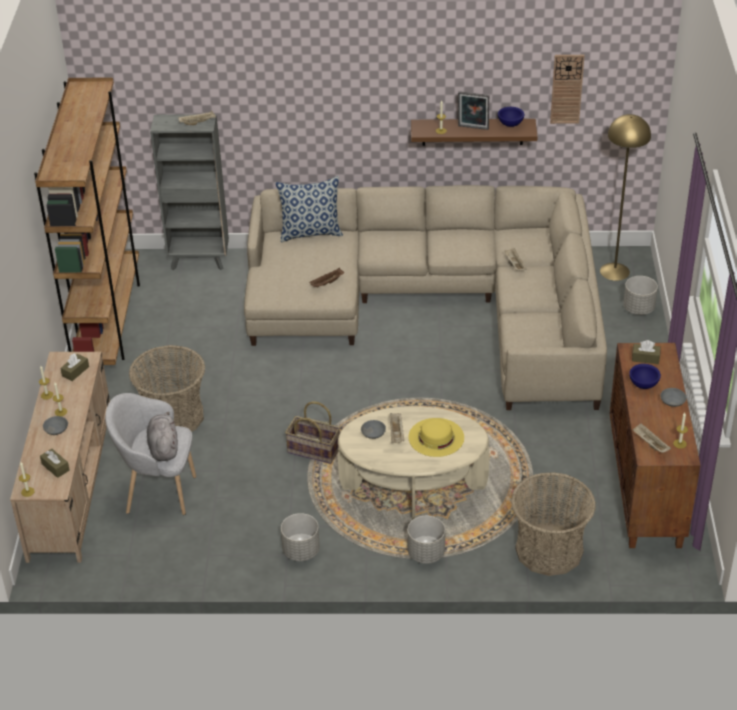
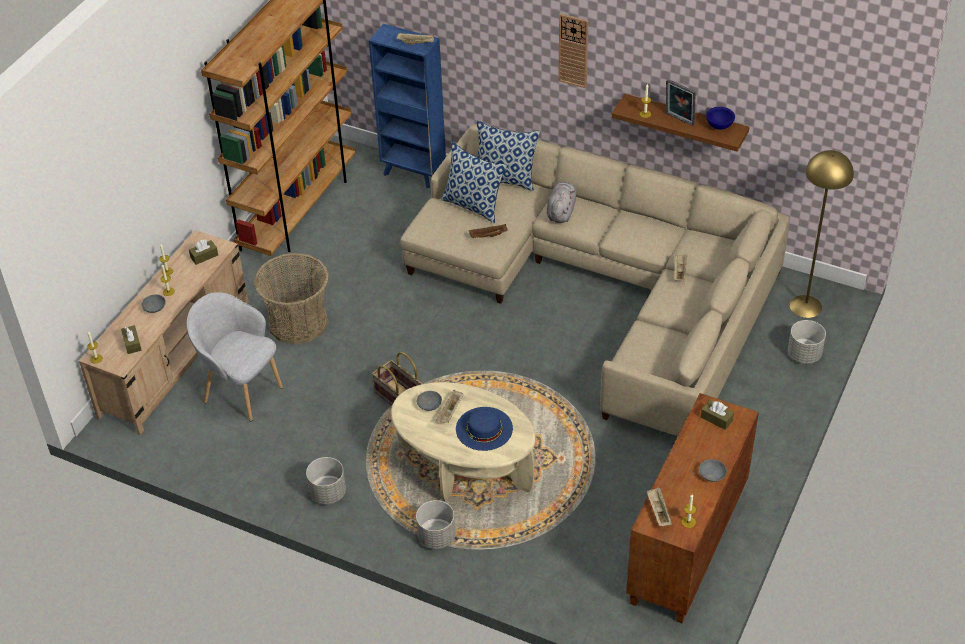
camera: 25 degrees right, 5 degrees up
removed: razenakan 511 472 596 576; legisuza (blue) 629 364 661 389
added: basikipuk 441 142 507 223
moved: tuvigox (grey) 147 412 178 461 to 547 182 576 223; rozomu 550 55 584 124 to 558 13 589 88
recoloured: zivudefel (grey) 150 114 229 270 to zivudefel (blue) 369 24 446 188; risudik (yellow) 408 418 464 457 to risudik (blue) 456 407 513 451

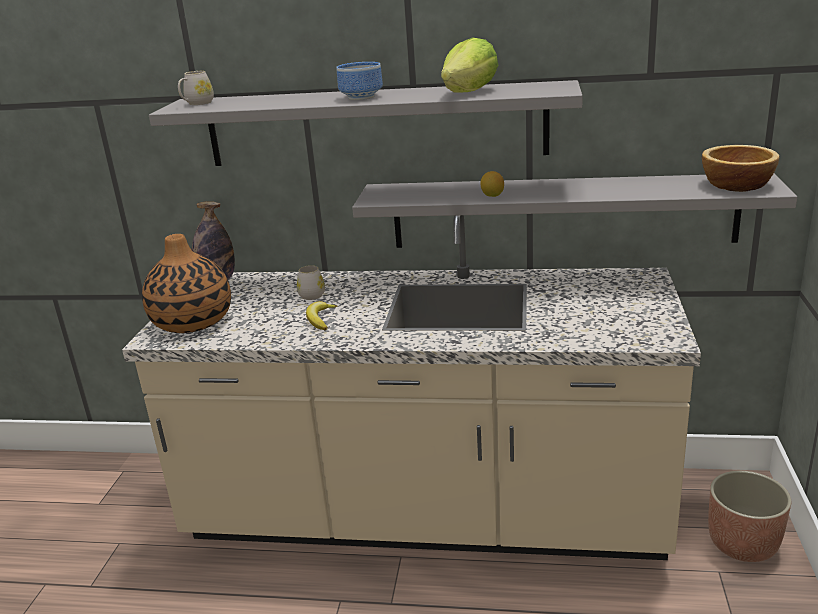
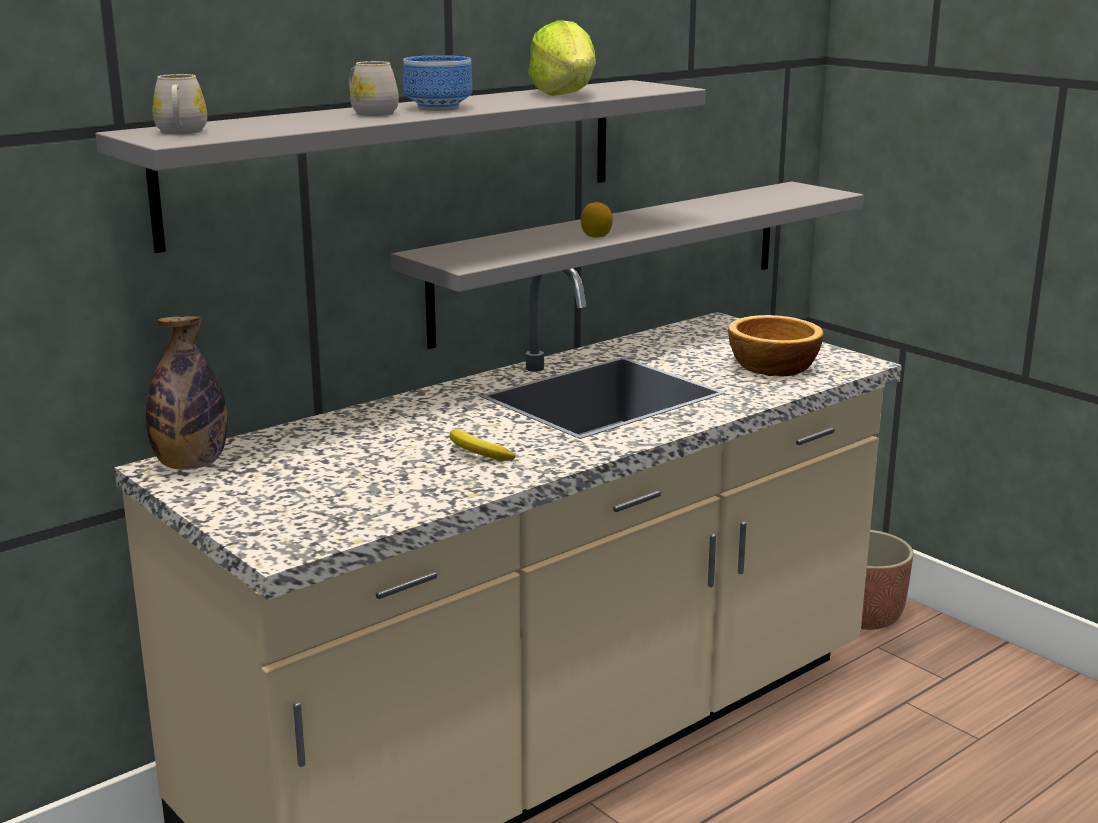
camera: 50 degrees left, 5 degrees down
removed: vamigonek 142 234 231 333
moved: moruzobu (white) 297 265 325 300 to 349 61 399 116; legisuza 702 145 779 192 to 728 315 824 377

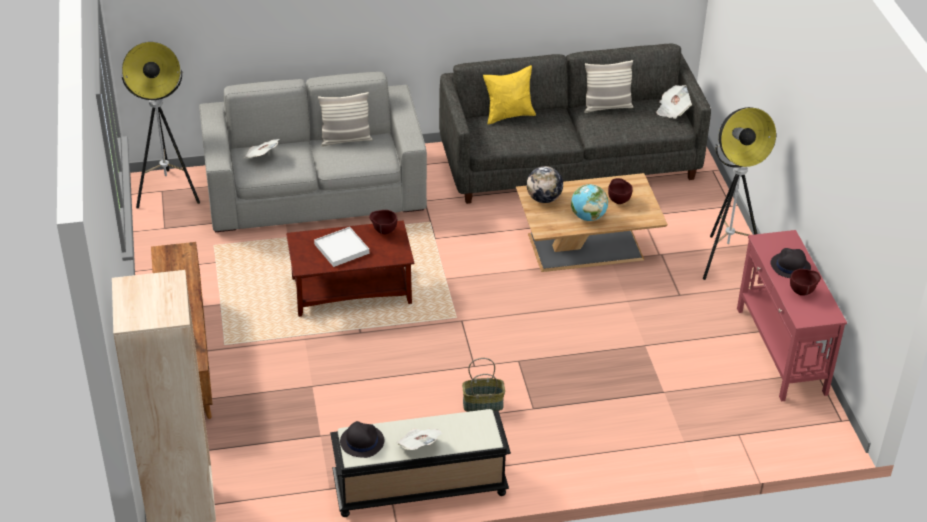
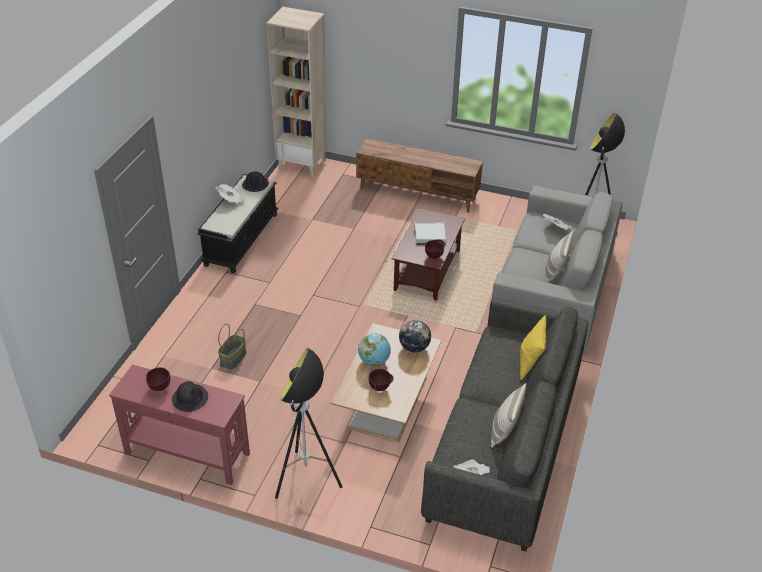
camera: 120 degrees right, 0 degrees up
moved: razenakan 462 358 505 412 to 218 324 246 370

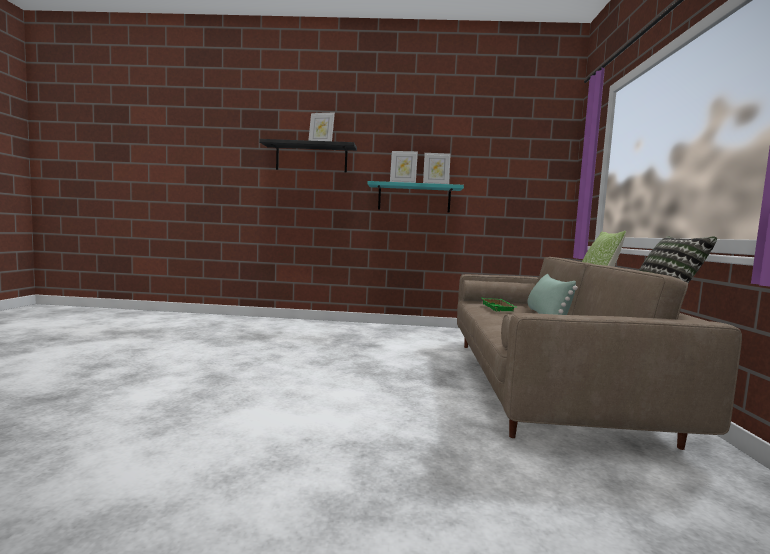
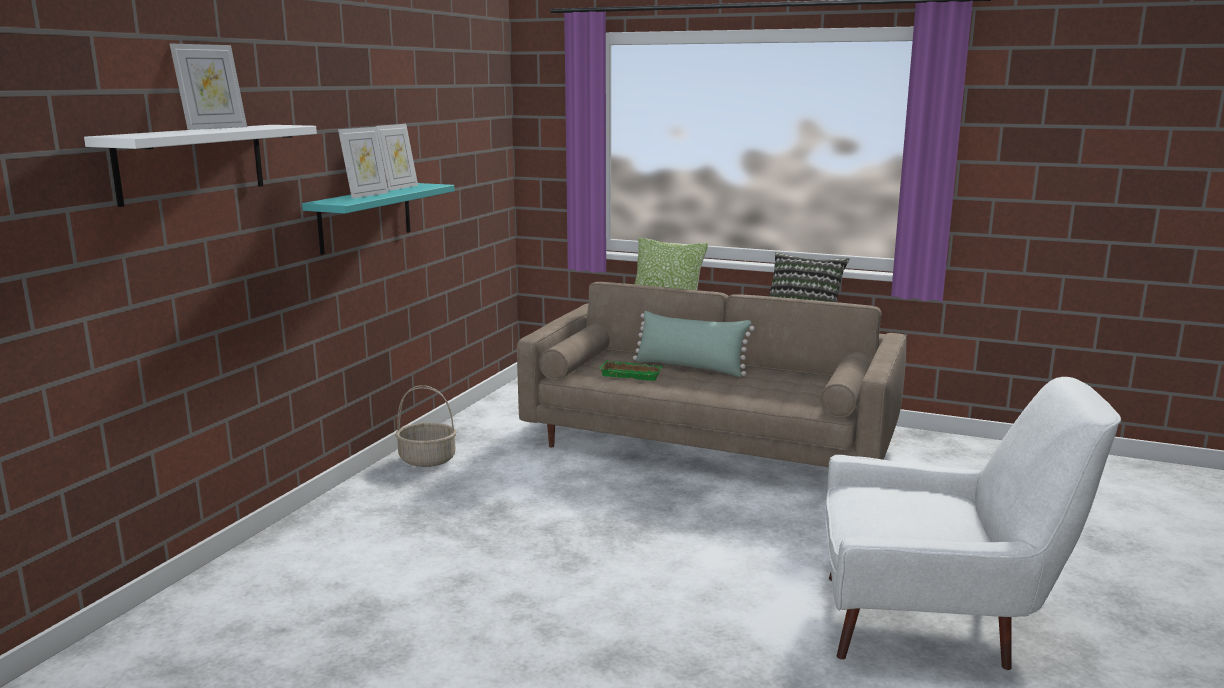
camera: 70 degrees left, 10 degrees up
added: razenakan 395 385 457 467; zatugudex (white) 825 377 1121 670
recoloured: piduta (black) 259 139 357 173 to piduta (white) 84 125 317 207

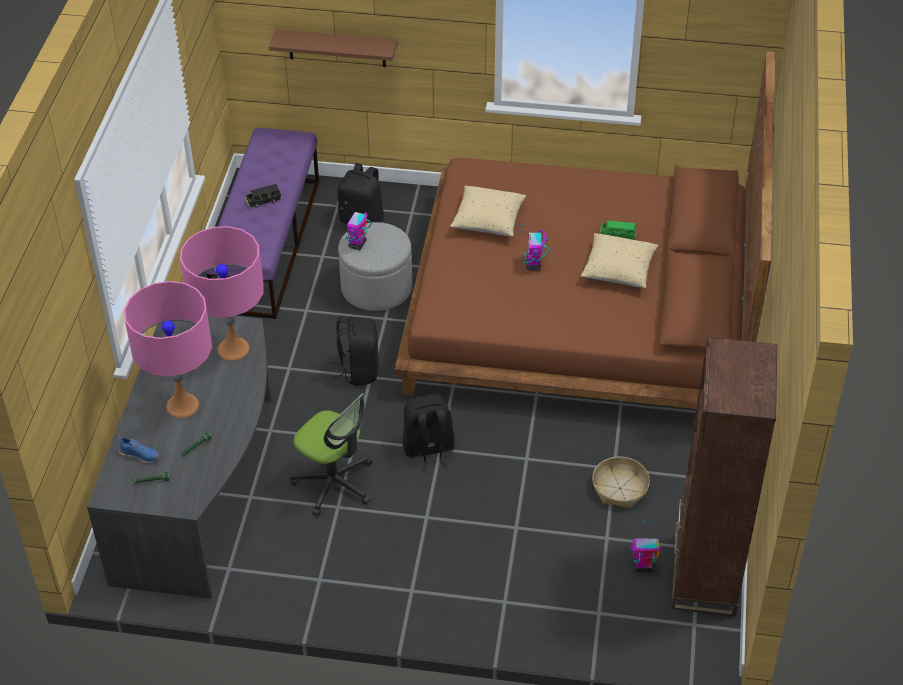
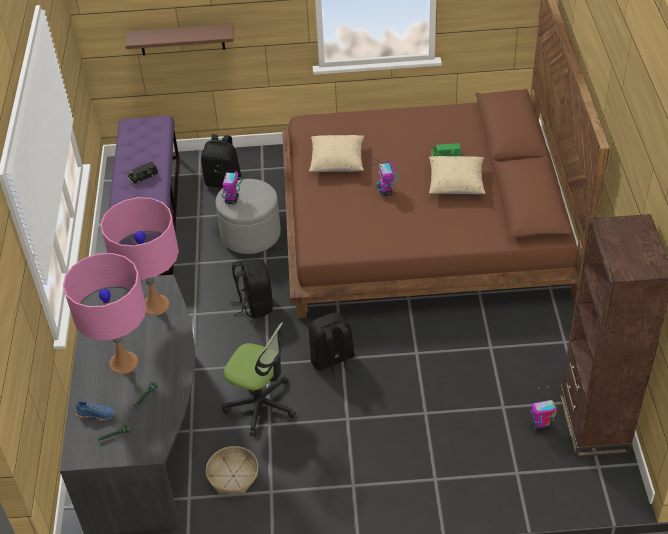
camera: 10 degrees left, 0 degrees up
moved: razenakan 592 457 650 508 to 206 446 258 494

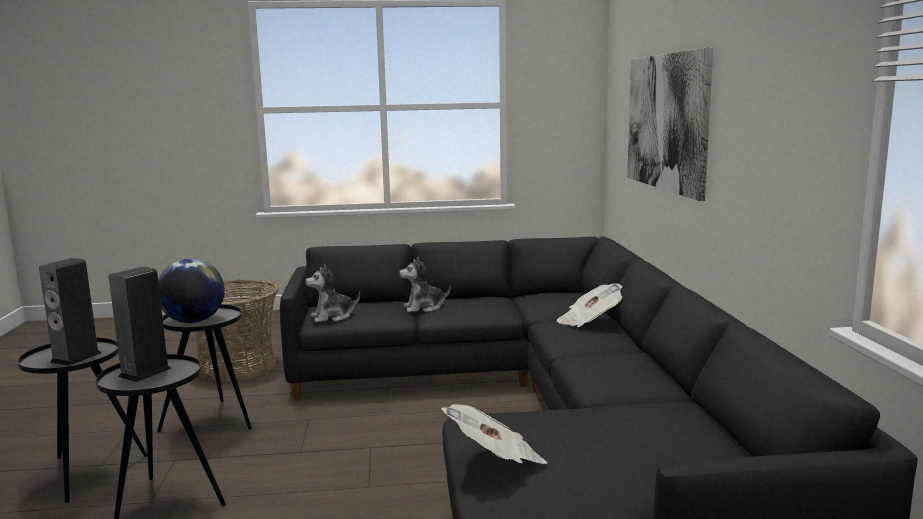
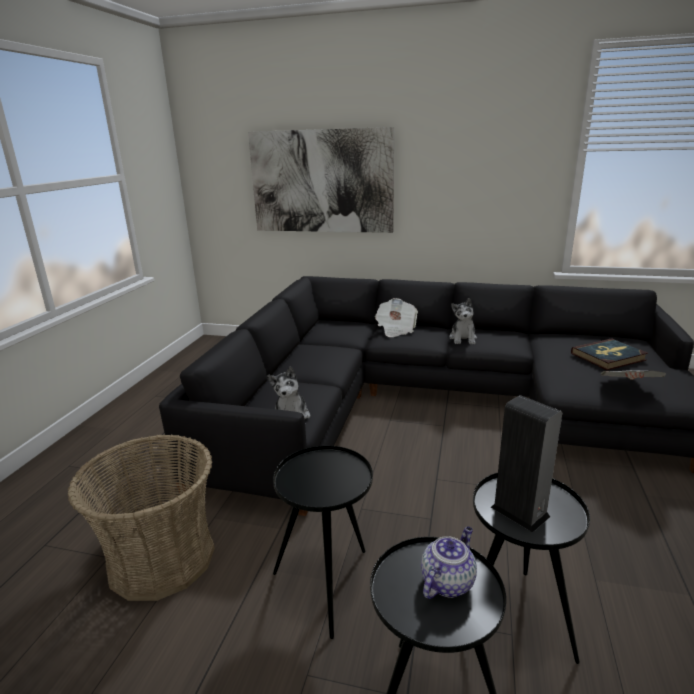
camera: 70 degrees left, 10 degrees up
removed: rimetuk 158 258 225 323
added: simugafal 571 338 648 370
moved: tuvigox 399 256 451 312 to 449 298 477 344
replaced: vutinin 39 258 101 366 to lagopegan 421 527 477 599

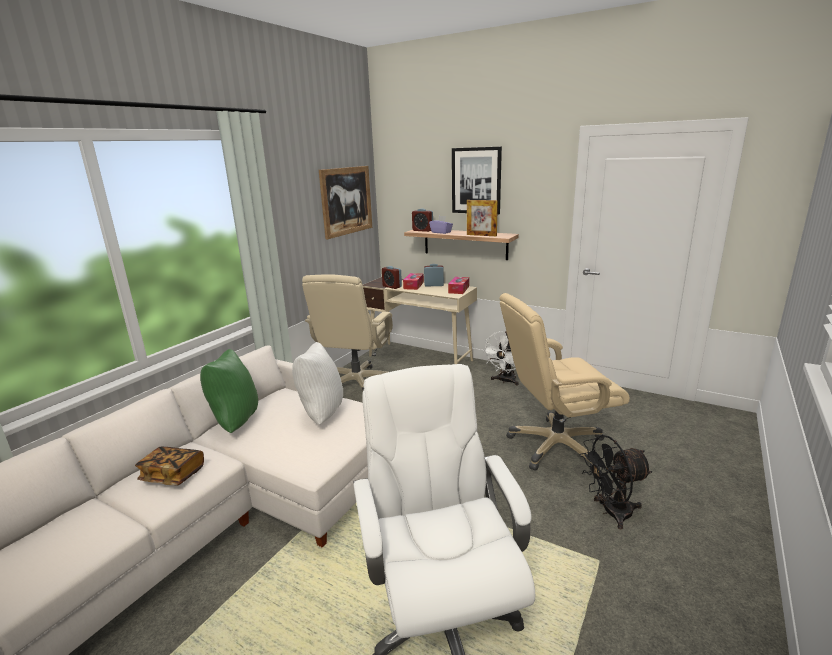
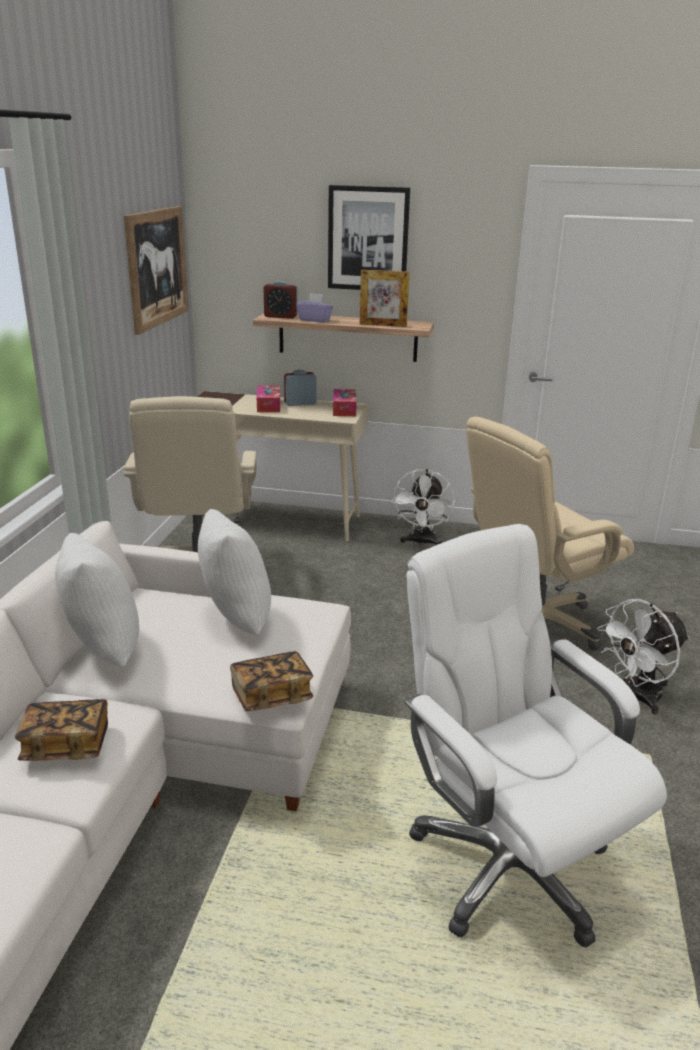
camera: 20 degrees left, 5 degrees up
removed: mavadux 382 266 402 289
added: simugafal 230 651 313 711
recoloured: basikipuk (green) 200 349 258 433 to basikipuk (white) 55 533 139 667; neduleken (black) 580 435 653 530 to neduleken (white) 597 599 689 715

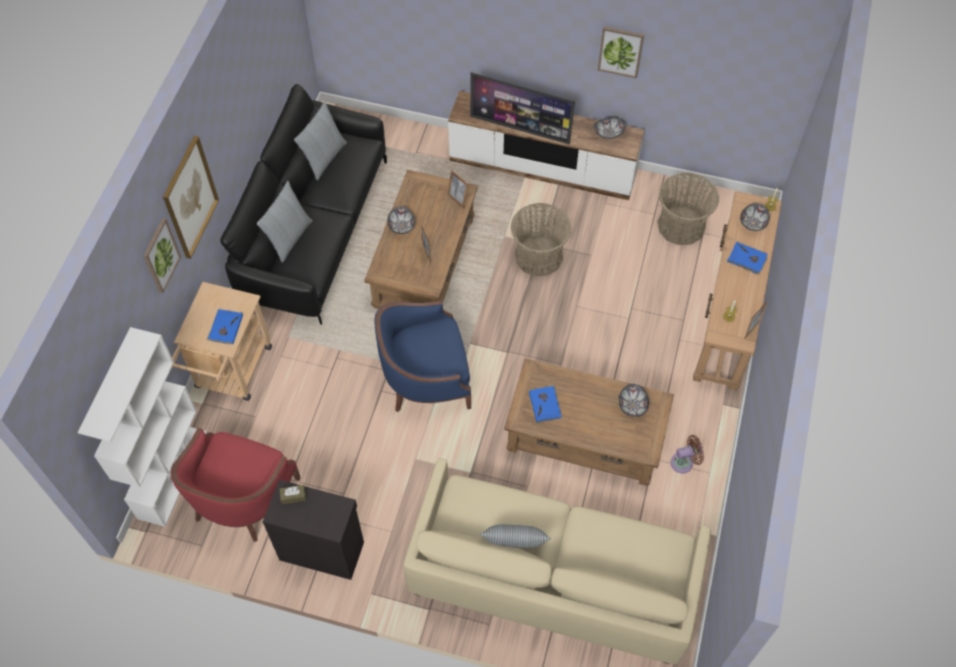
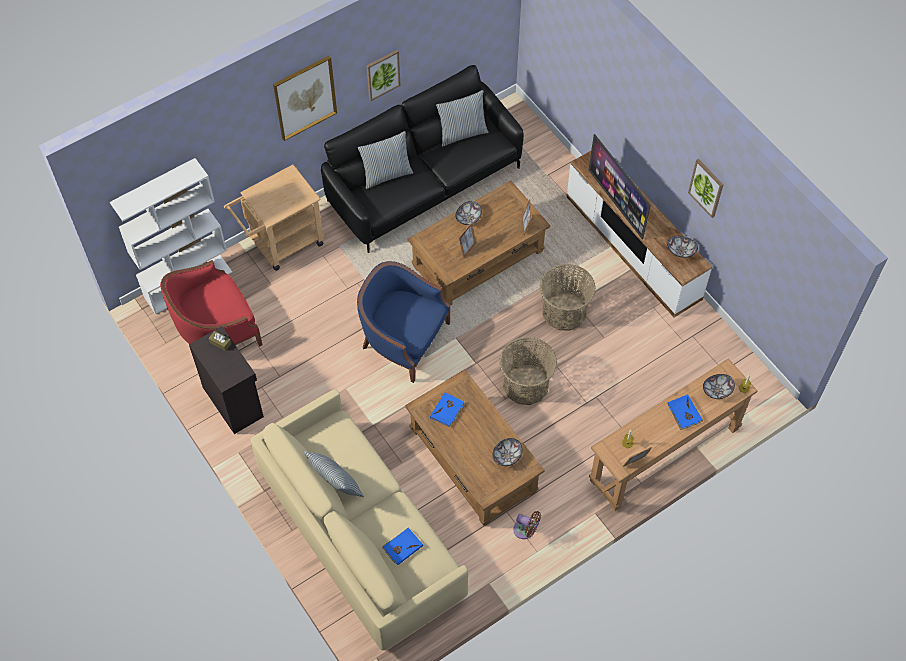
camera: 40 degrees right, 0 degrees up
moved: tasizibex 143 218 181 293 to 367 50 401 101; simugafal (blue) 207 309 243 344 to 382 528 423 565; razenakan 658 173 719 245 to 499 337 557 405

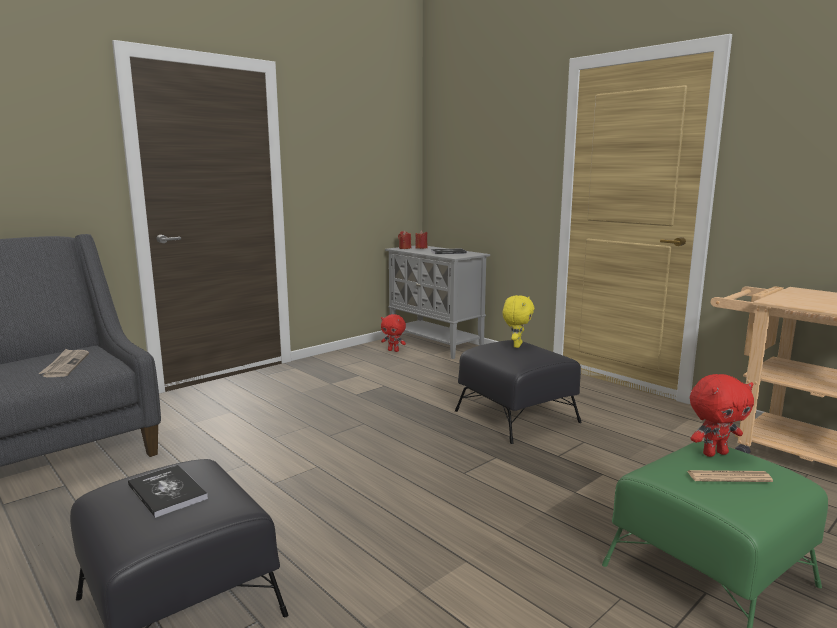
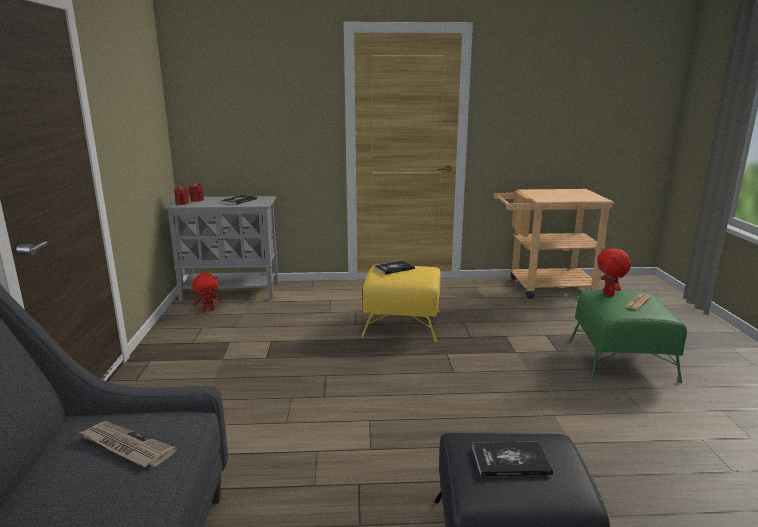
camera: 50 degrees left, 5 degrees up
replaced: tuvigox (yellow) 503 295 535 348 to simugafal 374 260 415 275
recoloured: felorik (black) 455 340 582 444 to felorik (yellow) 361 265 441 342
turned: tuvigox (red) 690 374 754 457 = 597 248 631 296 150 degrees clockwise

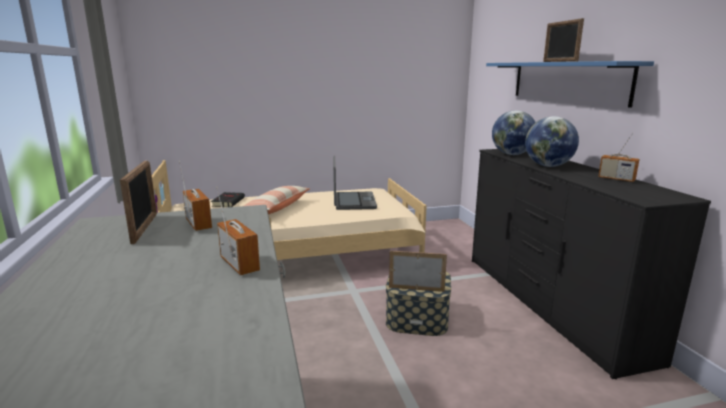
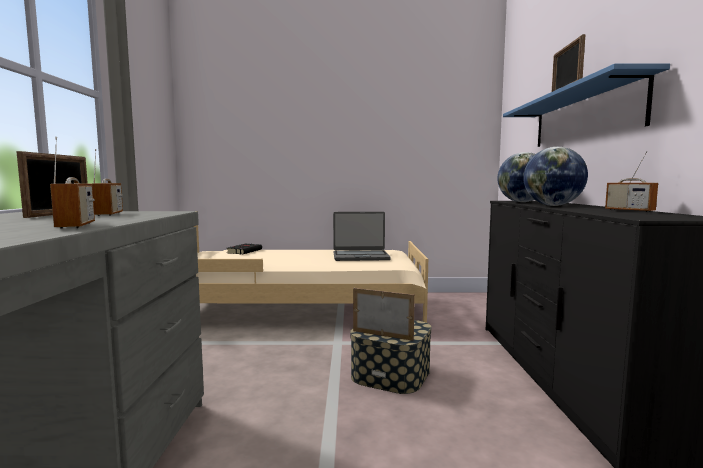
camera: 15 degrees right, 10 degrees down
removed: basikipuk 244 186 310 214
turned: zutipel 333 155 377 210 = 333 212 391 261 75 degrees clockwise

